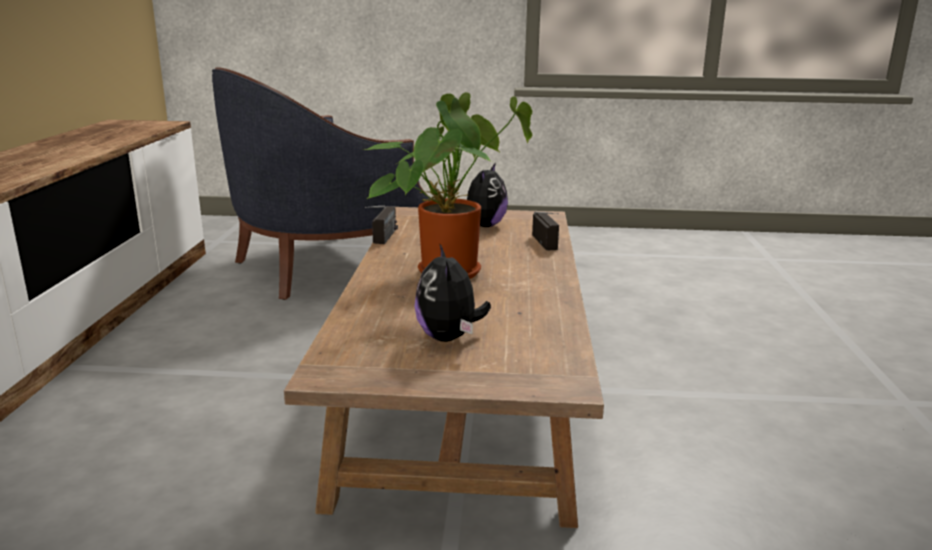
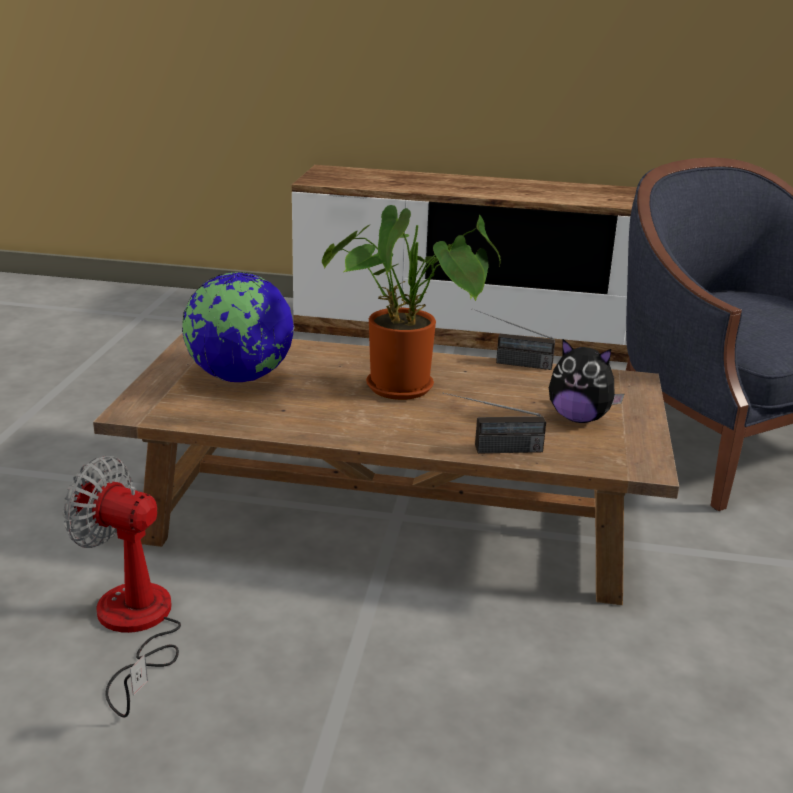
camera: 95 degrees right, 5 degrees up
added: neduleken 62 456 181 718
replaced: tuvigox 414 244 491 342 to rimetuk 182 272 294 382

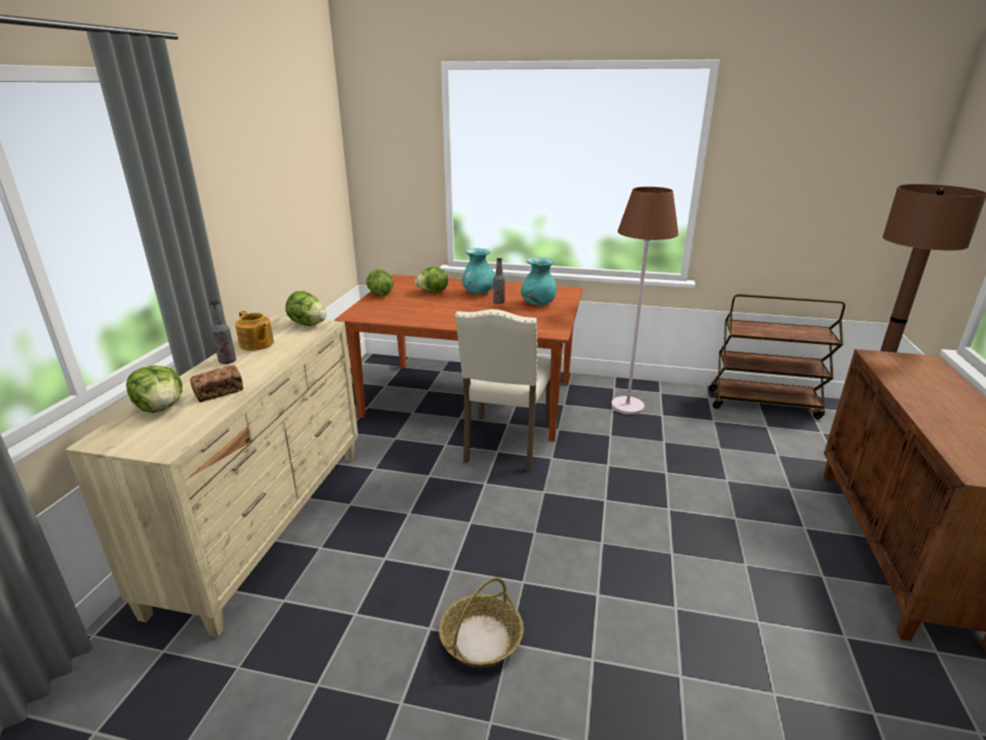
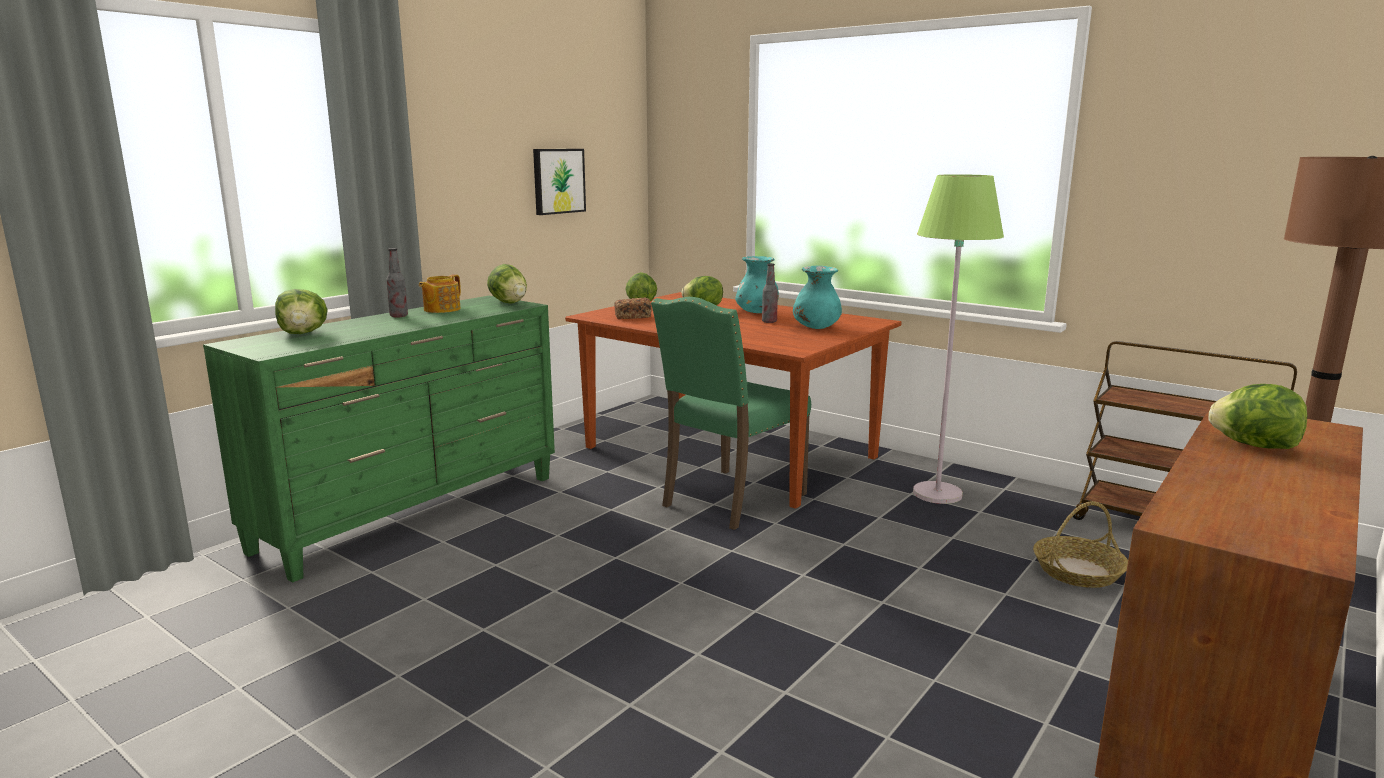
camera: 25 degrees right, 10 degrees down
added: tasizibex 533 149 586 215; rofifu 1209 384 1308 449
moved: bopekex 190 365 243 402 to 615 298 651 319; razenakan 439 577 524 668 to 1033 501 1128 588
recoloured: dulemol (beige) 65 316 358 638 to dulemol (green) 203 296 555 583; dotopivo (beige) 455 309 551 472 to dotopivo (green) 651 297 811 530; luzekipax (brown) 611 187 679 415 to luzekipax (green) 913 174 1004 504
turned: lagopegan 235 311 274 351 = 419 274 461 313 45 degrees clockwise

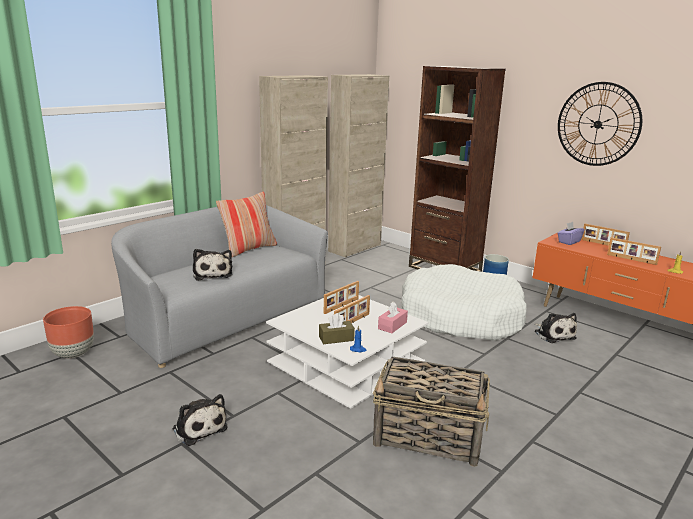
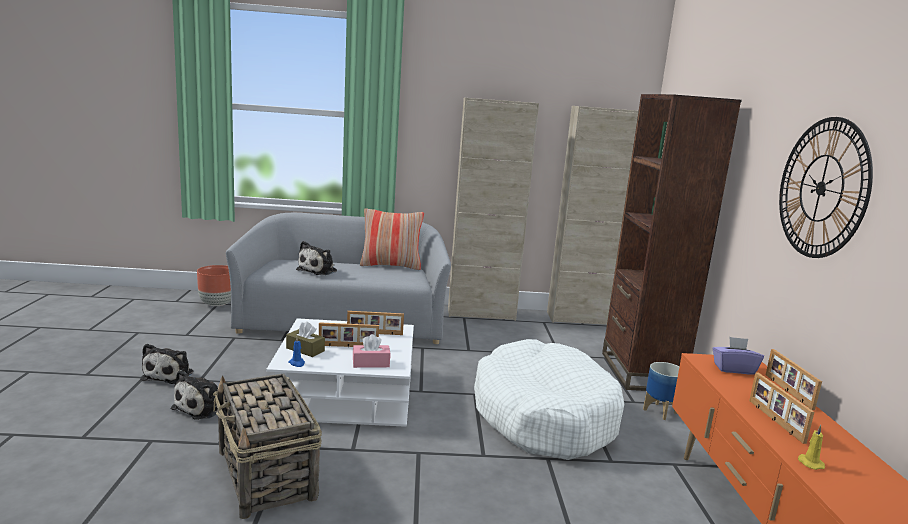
camera: 45 degrees right, 5 degrees down
moved: tuvigox 535 313 577 343 to 171 370 218 420

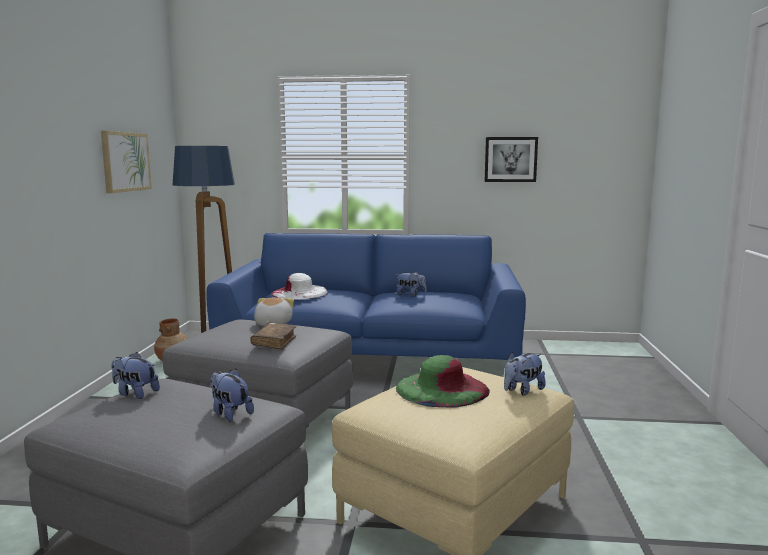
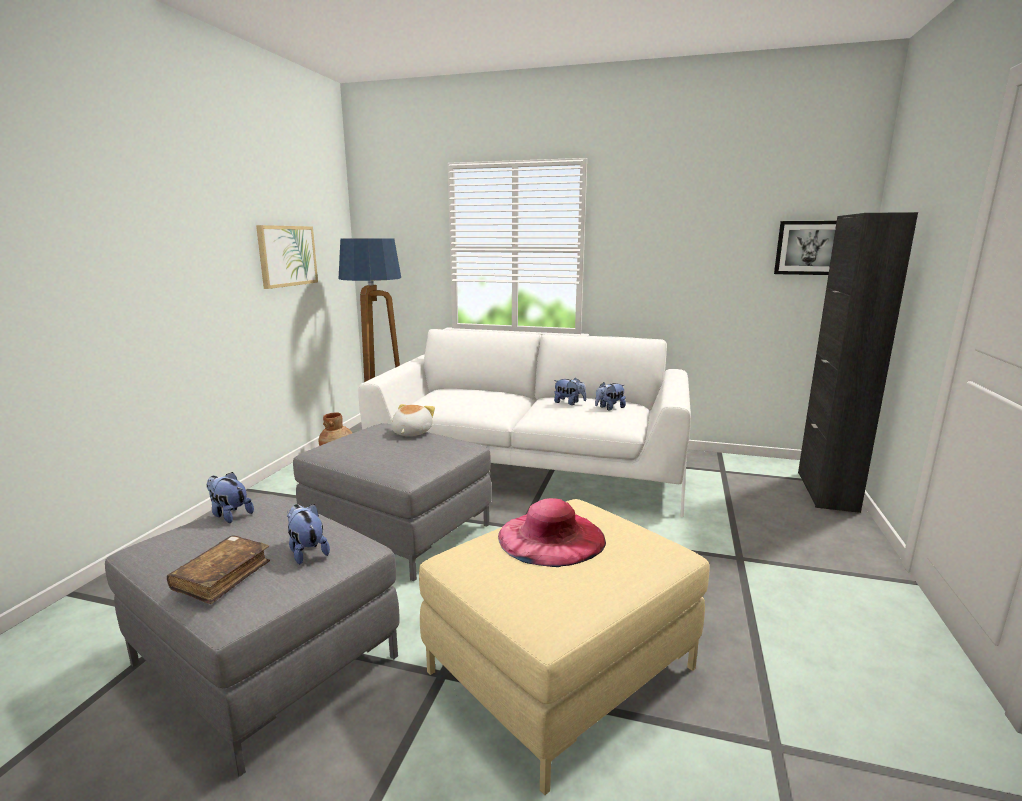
camera: 10 degrees right, 5 degrees up
removed: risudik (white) 271 273 328 300
added: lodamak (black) 798 212 918 513
moved: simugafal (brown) 250 323 297 350 to 167 536 270 604; tasizibex 484 137 538 182 to 774 221 837 275; tuvigox 504 352 546 395 to 595 382 626 410
recoloured: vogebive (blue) 206 233 526 360 to vogebive (white) 358 329 691 517; risudik (green) 396 355 490 407 to risudik (pink) 498 498 606 567

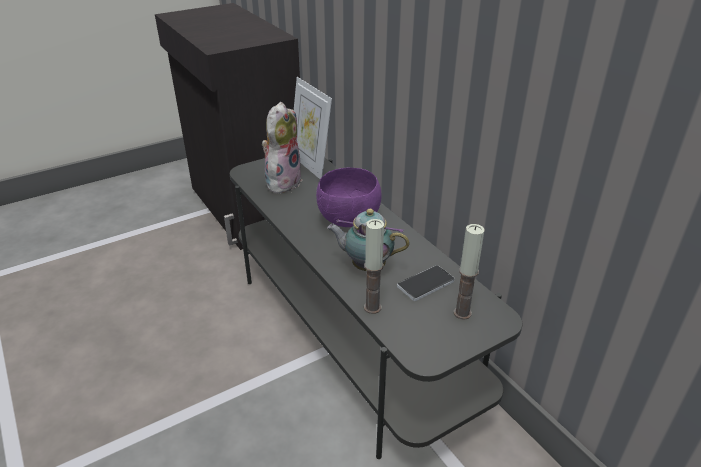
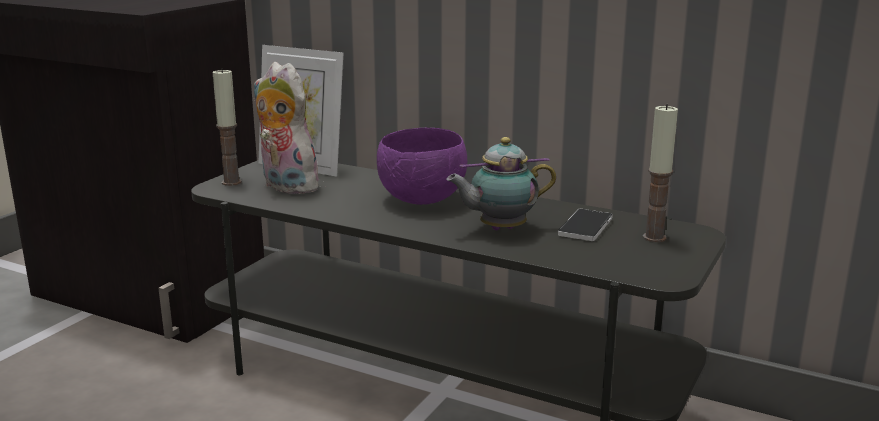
camera: 30 degrees left, 15 degrees down
moved: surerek 364 219 384 314 to 213 68 242 186
turned: tuvigox 262 102 302 193 = 254 62 320 194 45 degrees counterclockwise

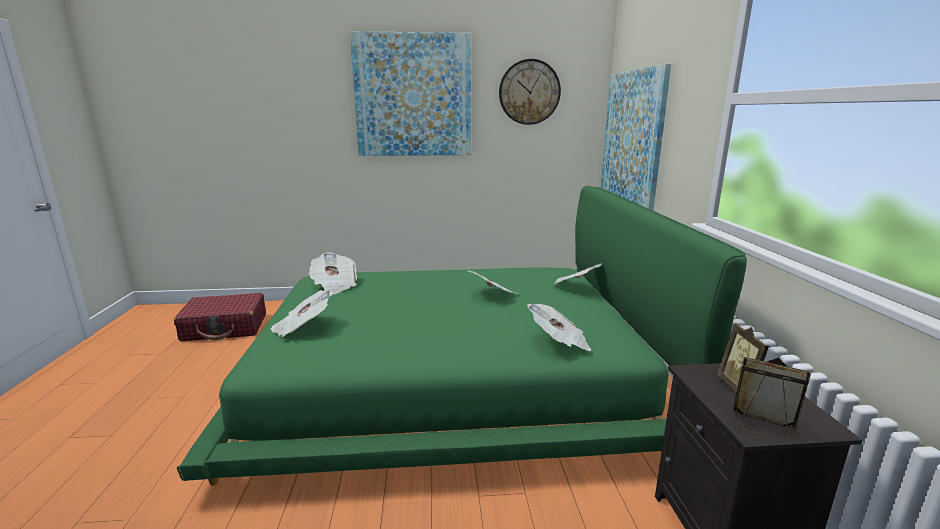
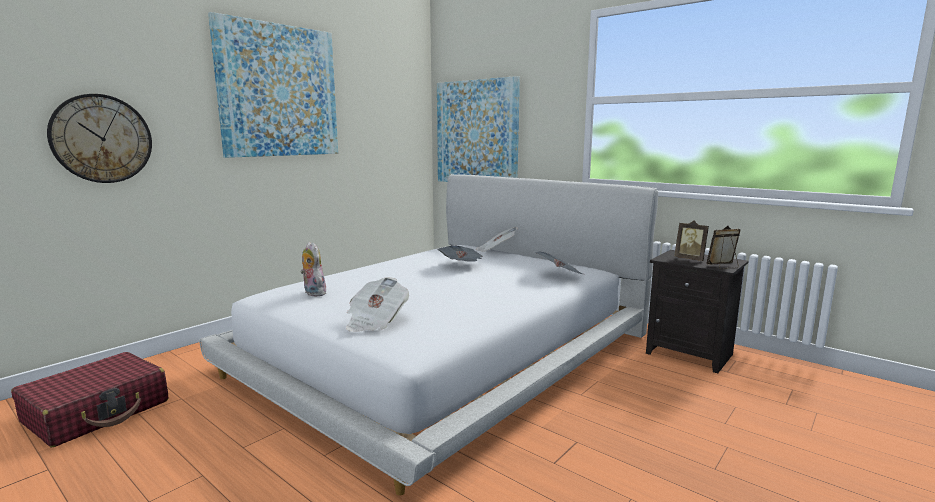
camera: 45 degrees left, 5 degrees down
moved: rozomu 499 59 561 125 to 47 94 152 183
replaced: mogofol 309 252 357 294 to tuvigox 300 242 326 297
recoloured: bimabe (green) 177 186 747 486 to bimabe (white) 199 174 658 496

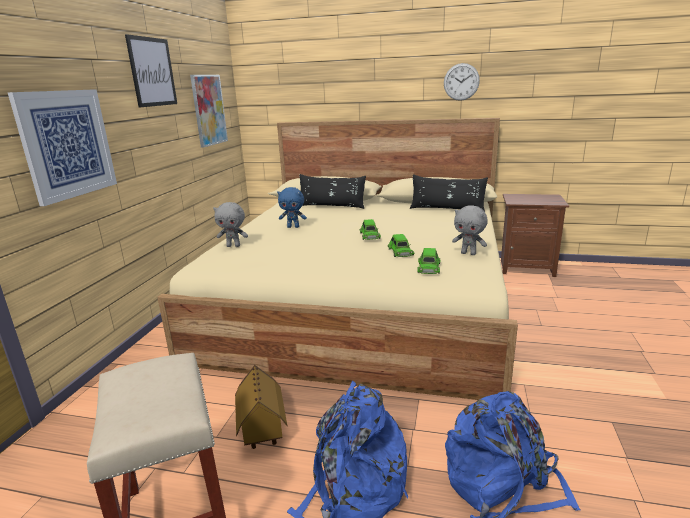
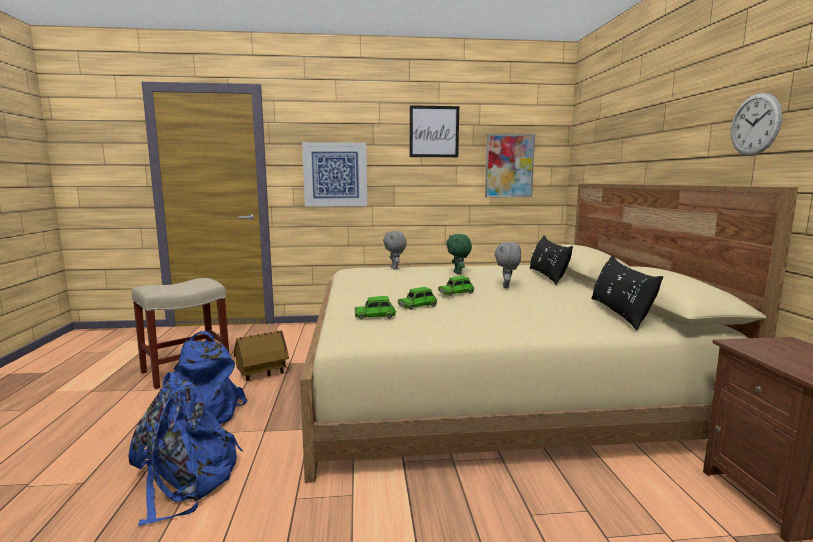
camera: 70 degrees right, 10 degrees down
moved: tuvigox (grey) 452 205 488 255 to 495 242 521 288
recoloured: tuvigox (blue) 277 187 307 228 to tuvigox (green) 446 234 472 275

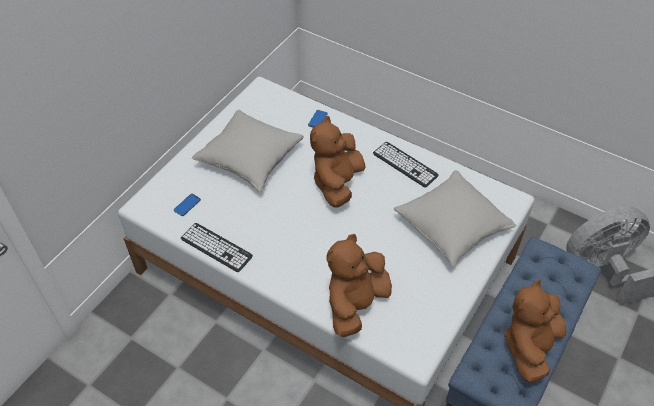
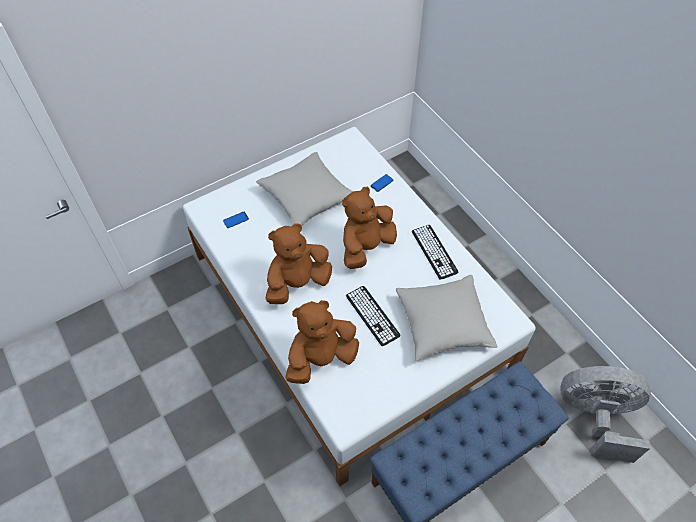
camera: 25 degrees right, 5 degrees up
moved: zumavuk 181 223 253 272 to 346 286 401 346; tuvigox (brown) 504 279 566 383 to 265 223 332 304

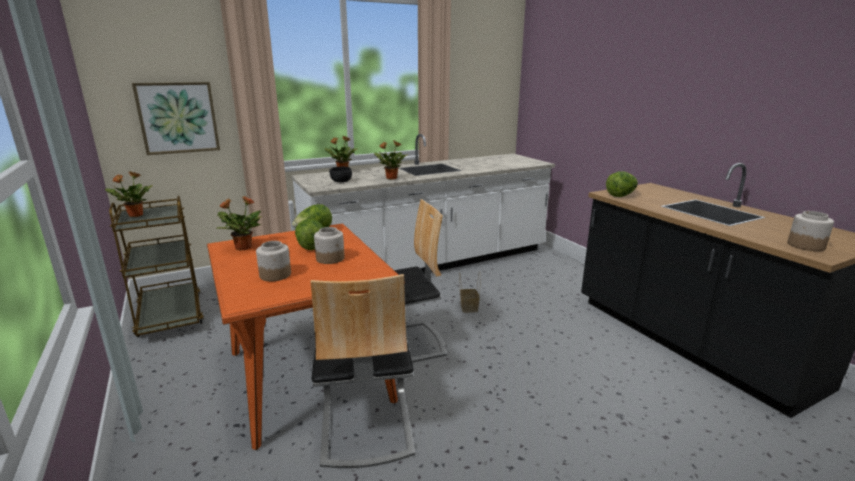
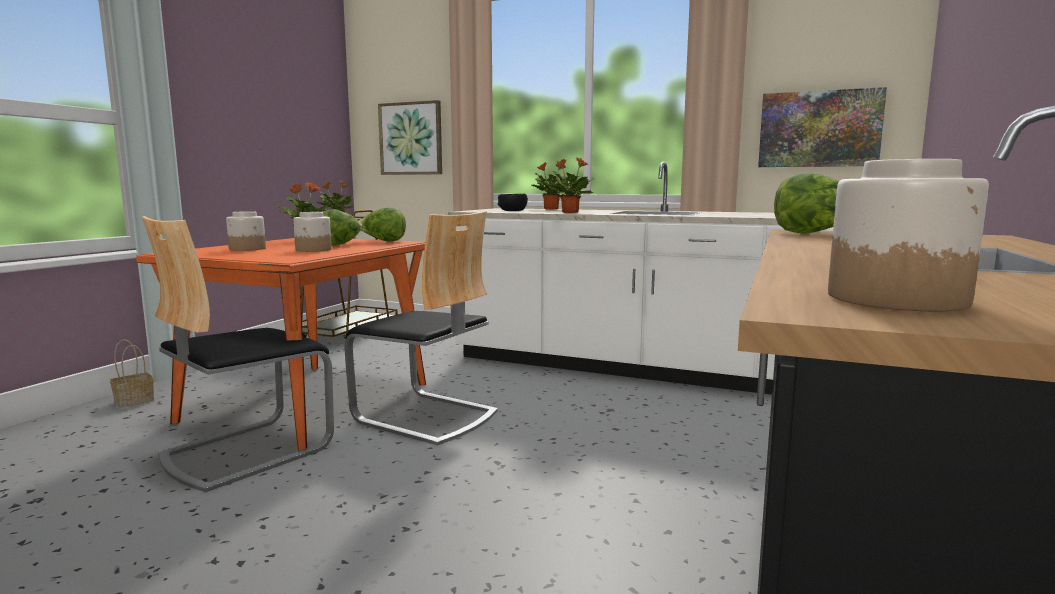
camera: 50 degrees right, 10 degrees down
added: tasizibex 758 87 887 167
moved: razenakan 459 272 481 313 to 110 339 154 408

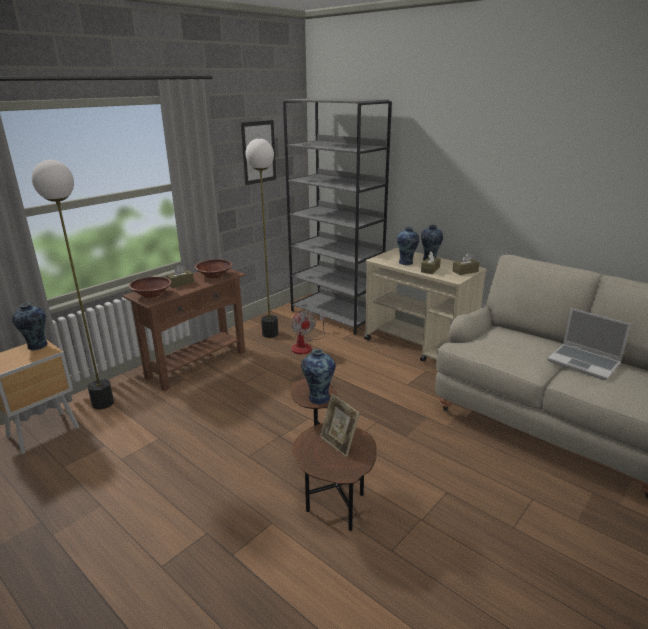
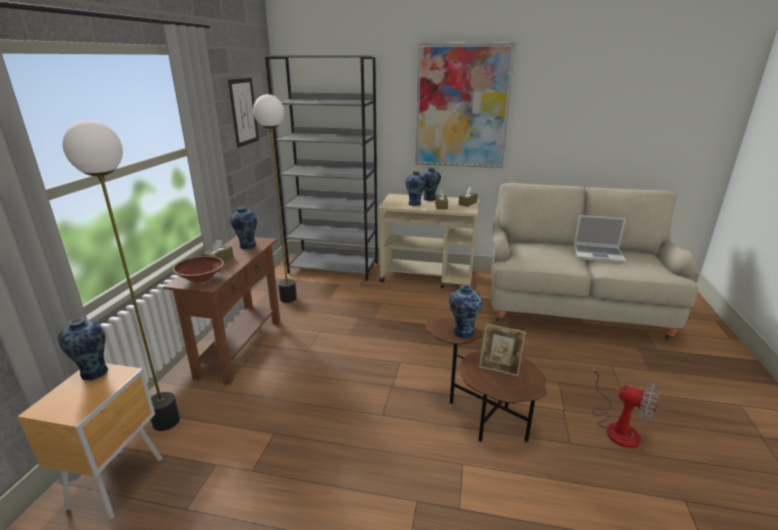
camera: 30 degrees left, 0 degrees up
added: tasizibex 415 42 516 168
moved: neduleken 291 311 325 354 to 592 365 660 448
replaced: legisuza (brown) 195 259 233 279 to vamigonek 230 207 257 249

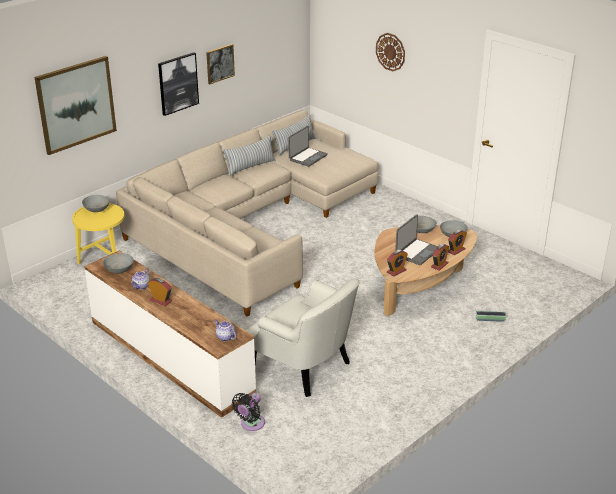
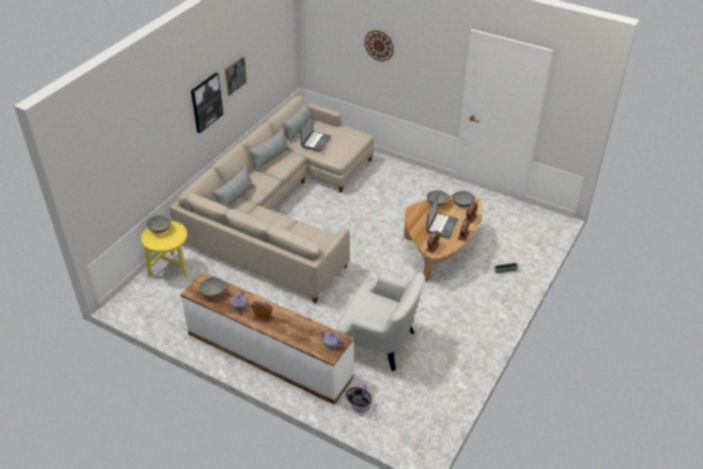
camera: 15 degrees left, 10 degrees up
removed: tasizibex 34 56 117 155
added: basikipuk 212 166 254 207

